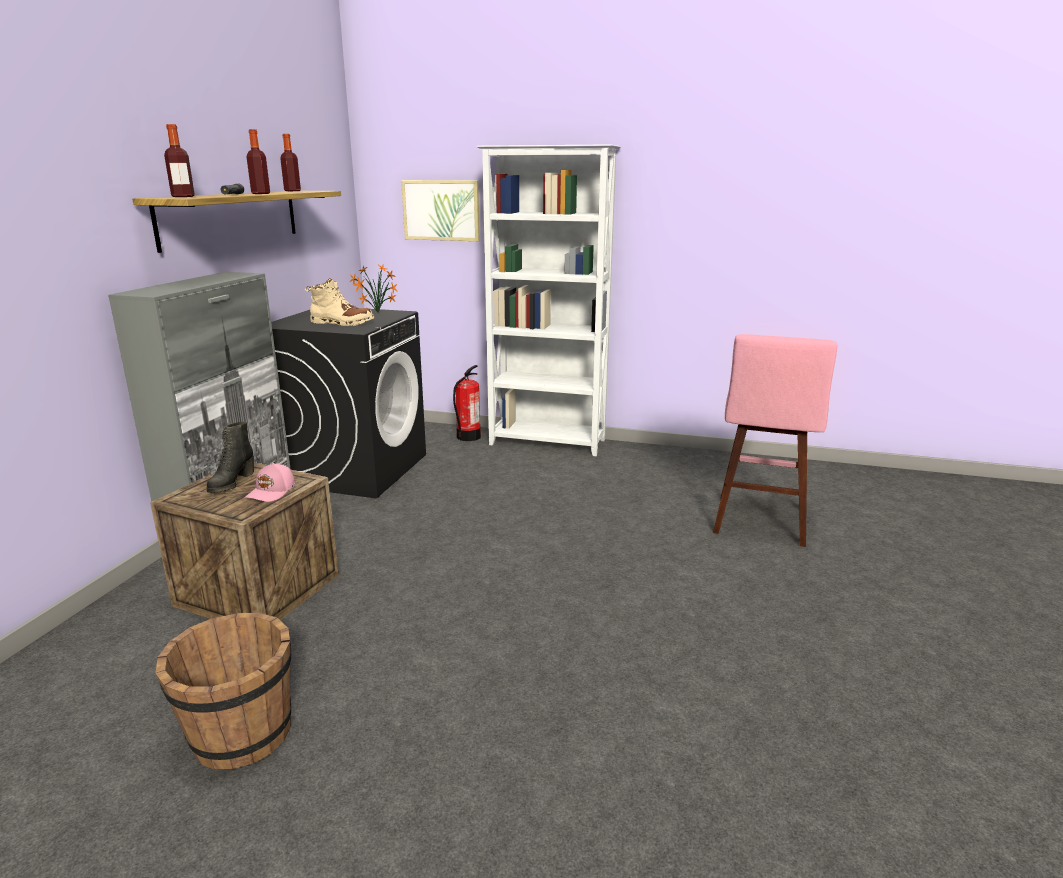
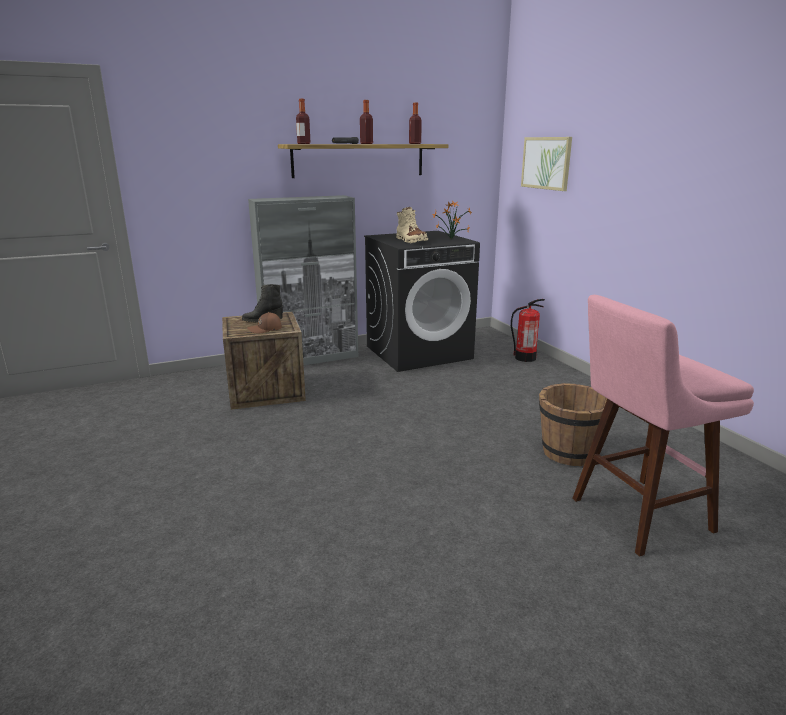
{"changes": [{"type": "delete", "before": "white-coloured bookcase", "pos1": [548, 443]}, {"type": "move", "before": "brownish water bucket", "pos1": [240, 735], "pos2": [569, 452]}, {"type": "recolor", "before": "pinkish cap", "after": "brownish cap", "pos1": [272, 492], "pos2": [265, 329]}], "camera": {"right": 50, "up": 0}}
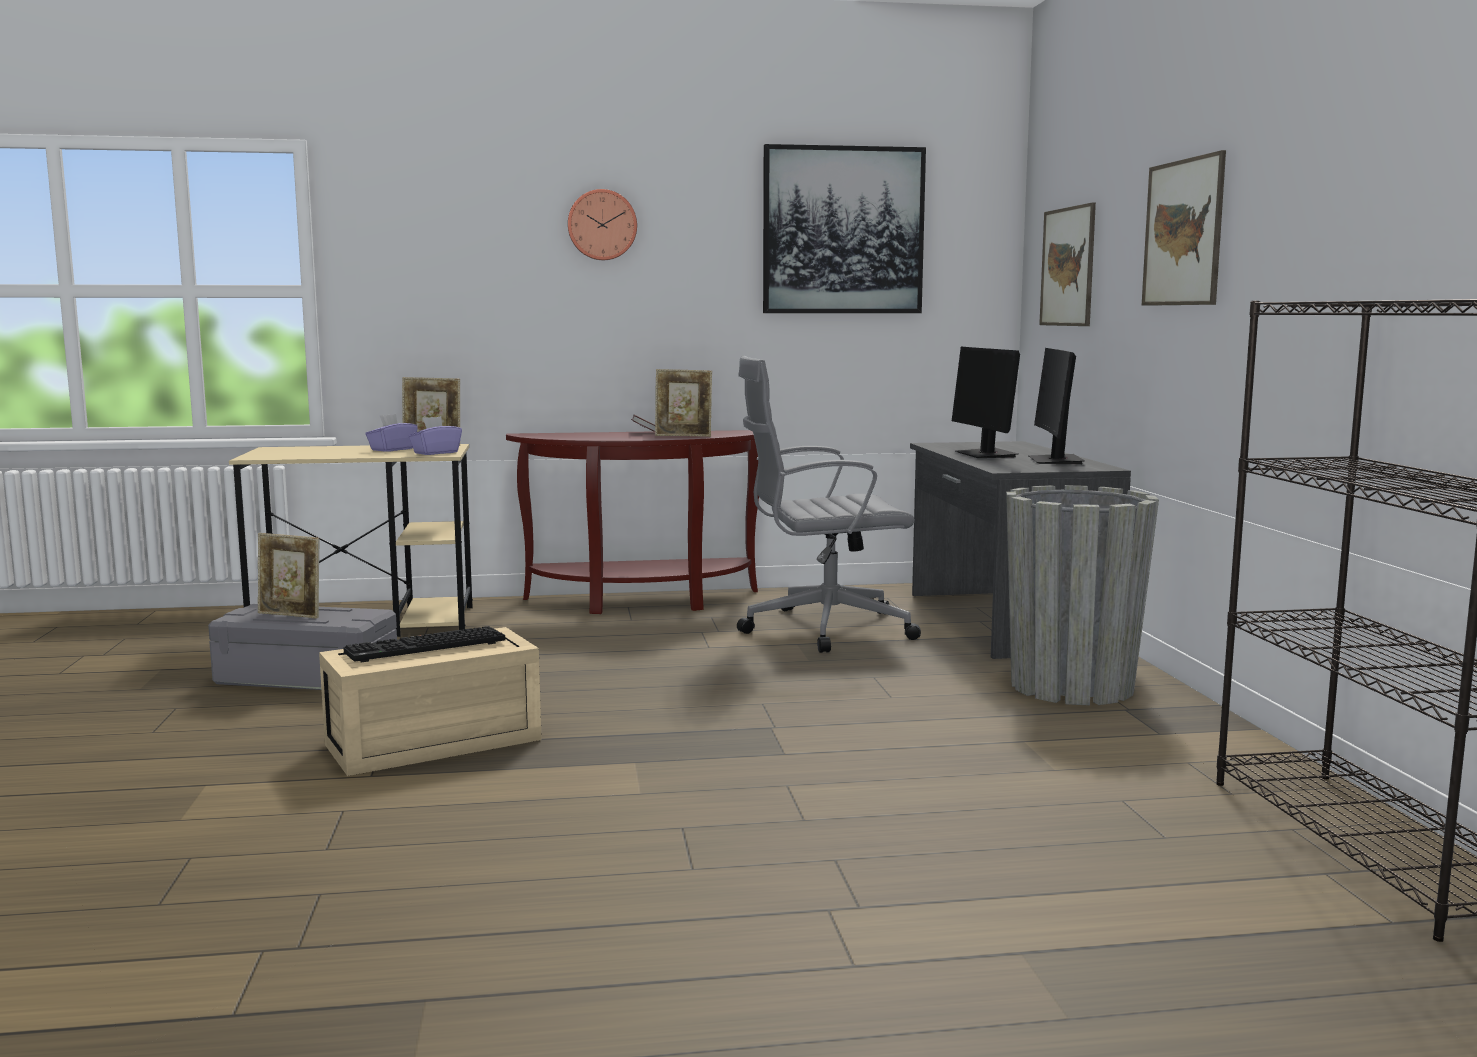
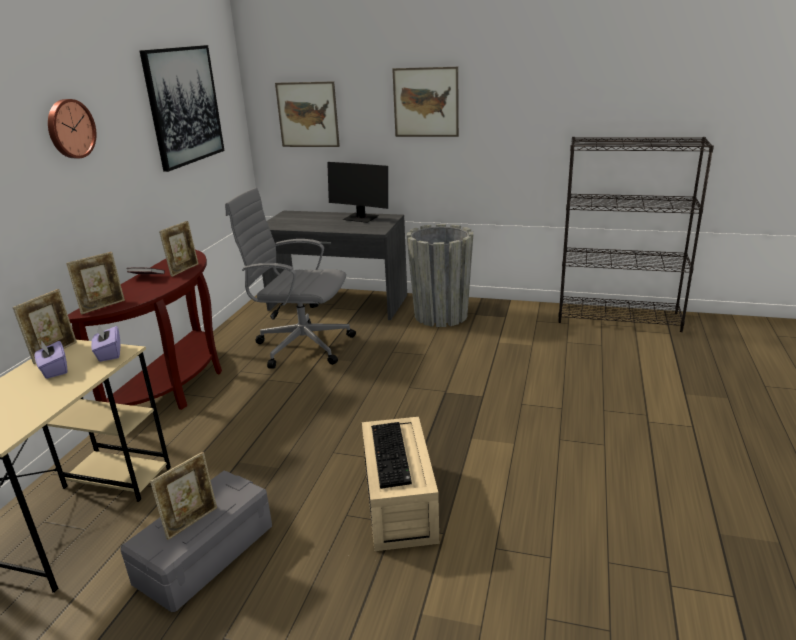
{"changes": [{"type": "delete", "before": "monitor", "pos1": [986, 454]}, {"type": "insert", "after": "picture frame", "pos2": [103, 306]}, {"type": "rotate", "before": "grey computer chair", "pos1": [822, 629], "pos2": [301, 346], "turn": 90}], "camera": {"right": -65, "up": 15}}
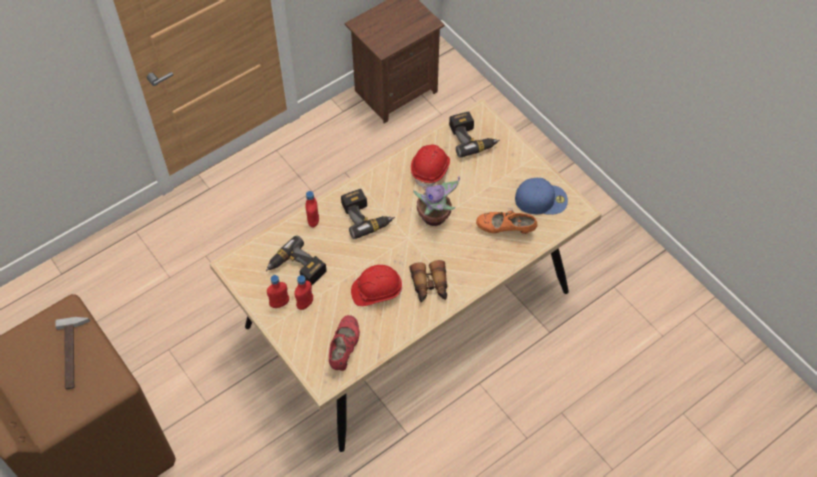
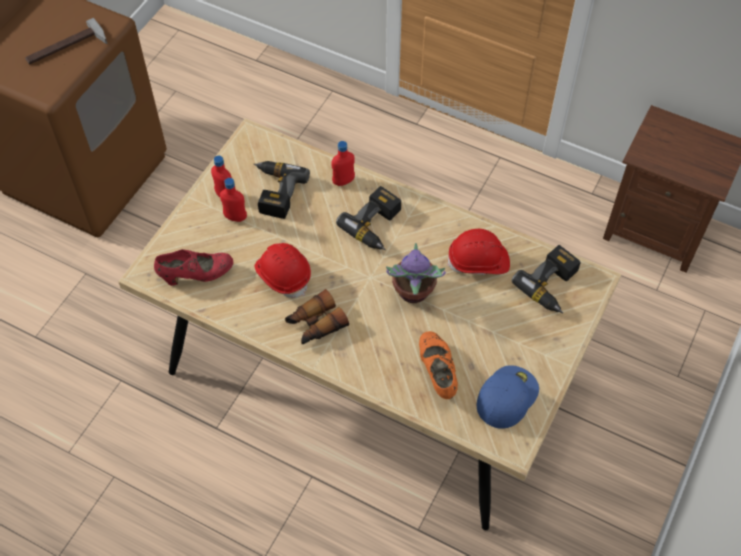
{"changes": [{"type": "rotate", "before": "blue-coloured cap", "pos1": [541, 199], "pos2": [506, 396], "turn": -120}], "camera": {"right": 65, "up": 0}}
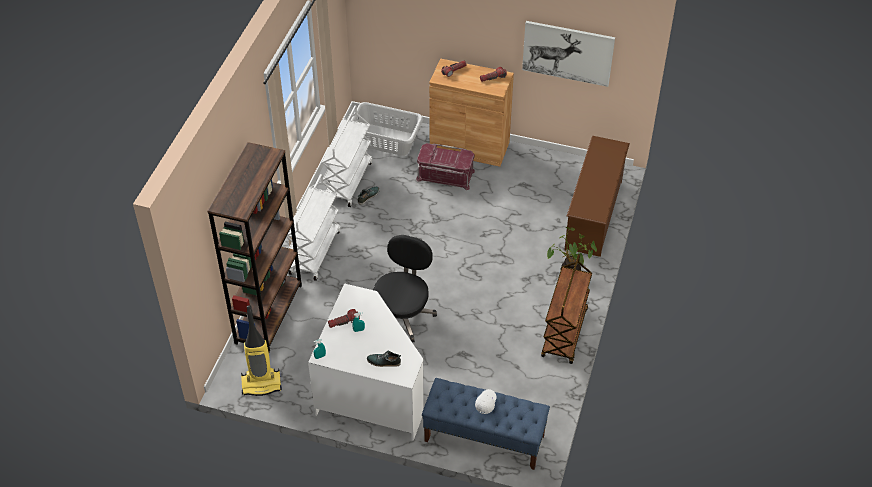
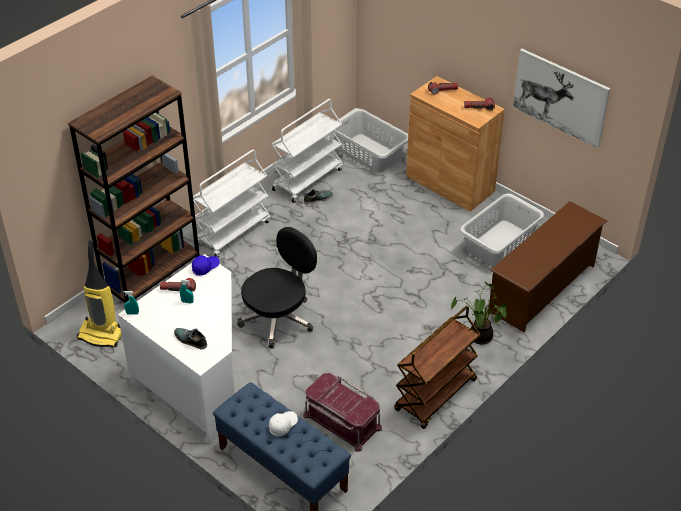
{"changes": [{"type": "insert", "after": "blue-coloured cap", "pos2": [205, 267]}, {"type": "insert", "after": "grey hamper", "pos2": [500, 243]}, {"type": "move", "before": "red-coloured storage box", "pos1": [445, 175], "pos2": [341, 422]}], "camera": {"right": 25, "up": -5}}
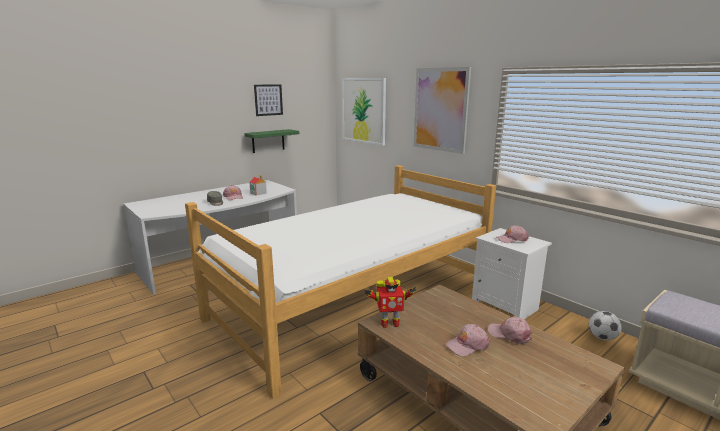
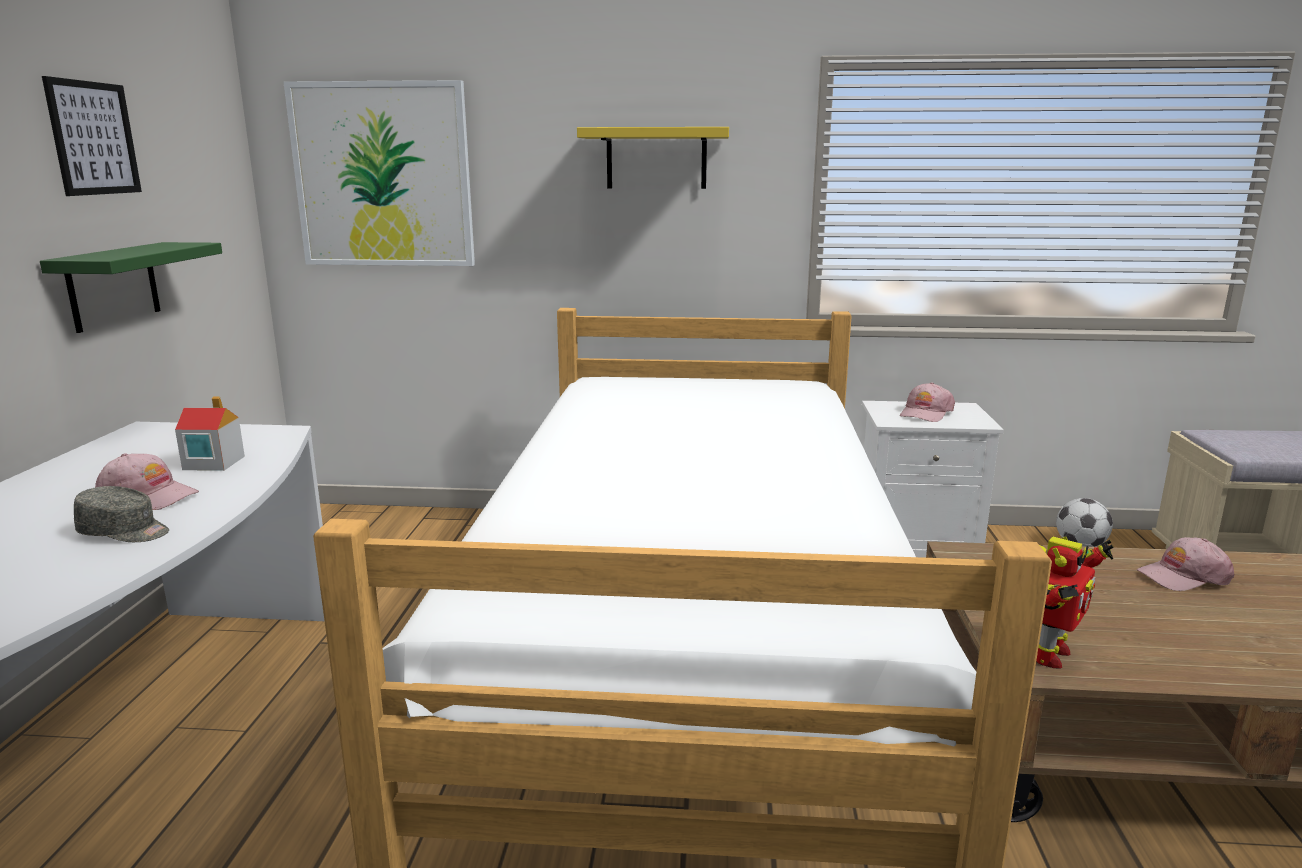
{"changes": [{"type": "delete", "before": "pinkish cap", "pos1": [467, 345]}, {"type": "replace", "before": "wall picture", "after": "yellow bracket shelf", "pos1": [440, 109], "pos2": [656, 158]}], "camera": {"right": -45, "up": 0}}
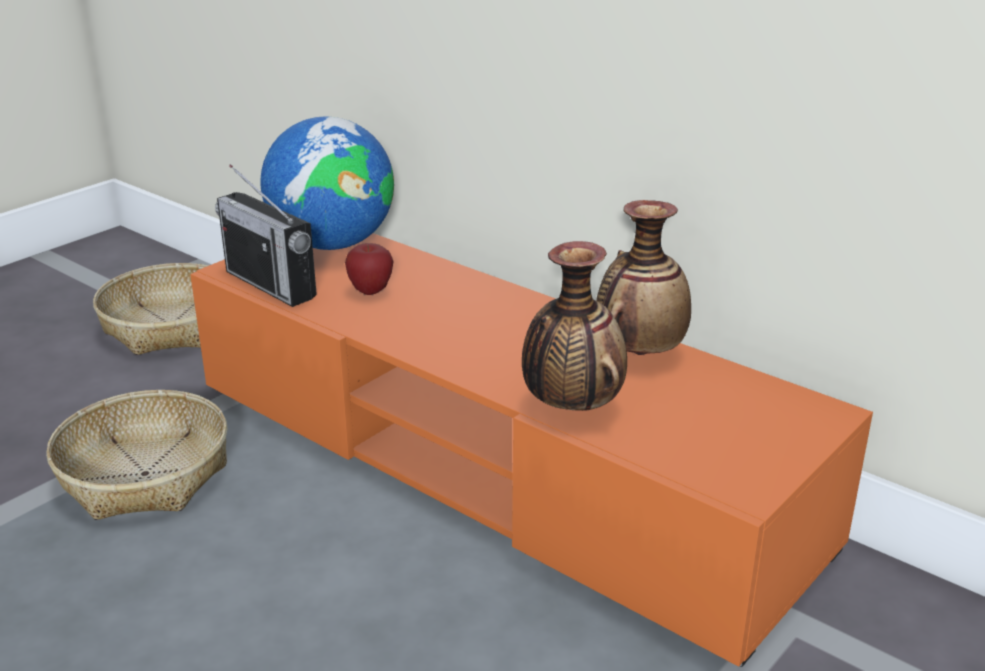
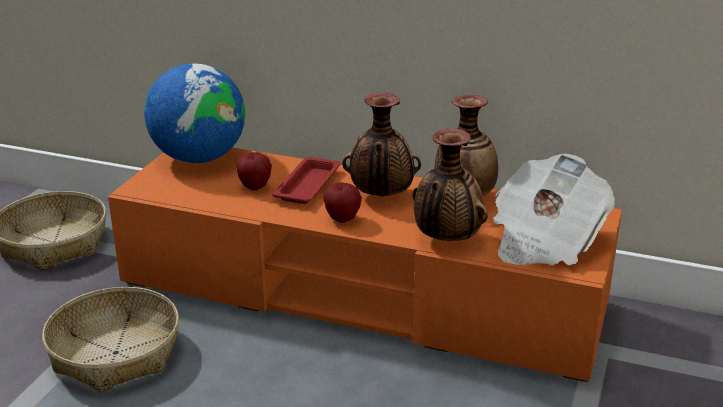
{"changes": [{"type": "delete", "before": "radio", "pos1": [270, 284]}, {"type": "insert", "after": "red-coloured tray", "pos2": [308, 185]}, {"type": "insert", "after": "apple", "pos2": [342, 219]}, {"type": "insert", "after": "vase", "pos2": [381, 196]}, {"type": "insert", "after": "newspaper", "pos2": [544, 240]}], "camera": {"right": -20, "up": 0}}
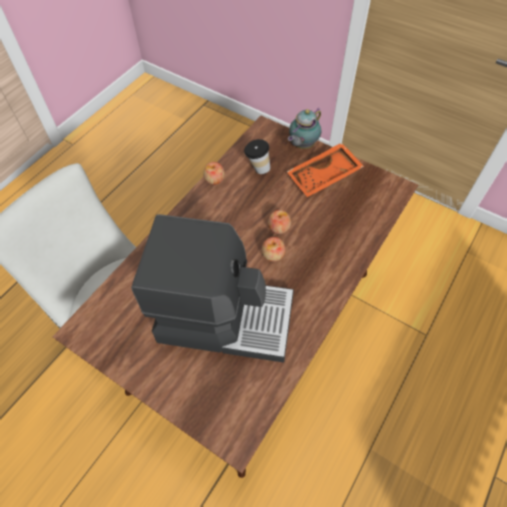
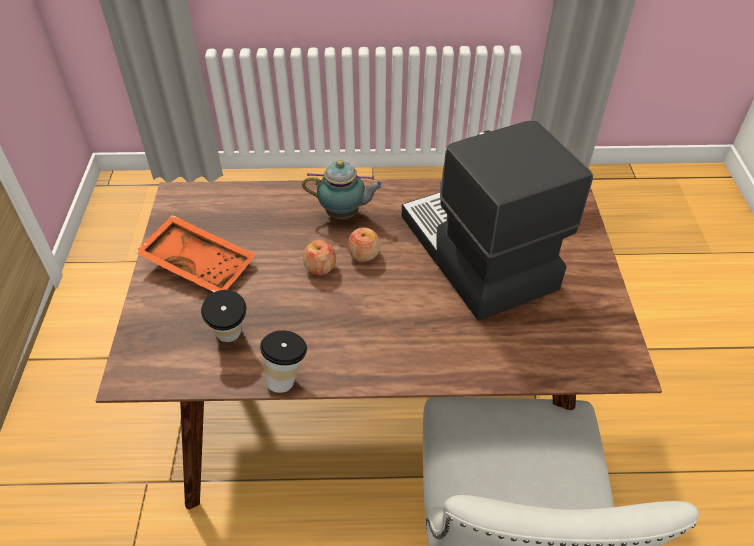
{"changes": [{"type": "move", "before": "tea pot", "pos1": [302, 145], "pos2": [344, 214]}, {"type": "replace", "before": "apple", "after": "small cup", "pos1": [214, 179], "pos2": [287, 378]}], "camera": {"right": -125, "up": -10}}
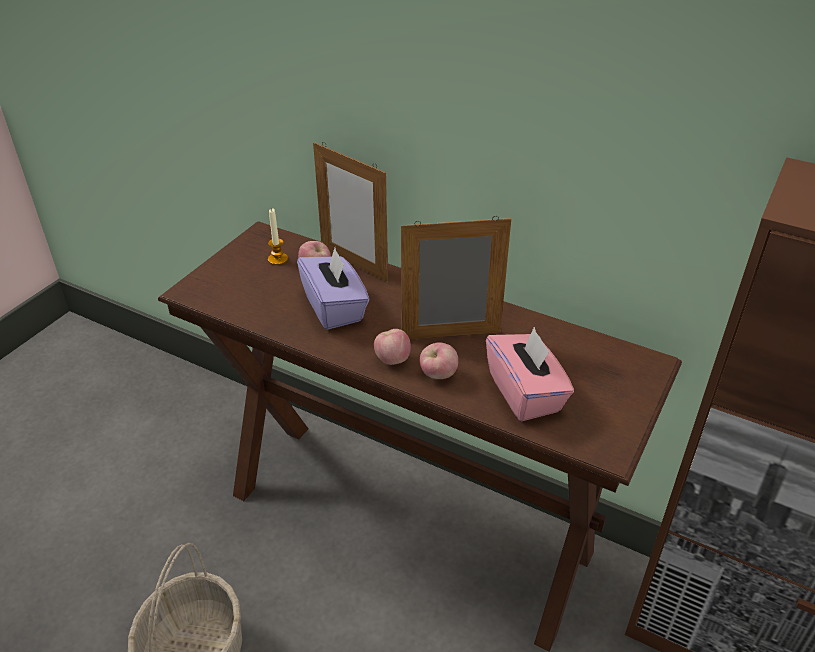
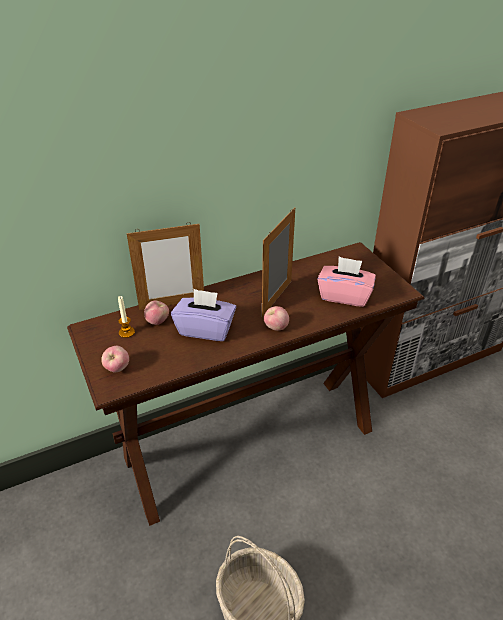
{"changes": [{"type": "move", "before": "apple", "pos1": [438, 375], "pos2": [117, 368]}], "camera": {"right": -55, "up": 0}}
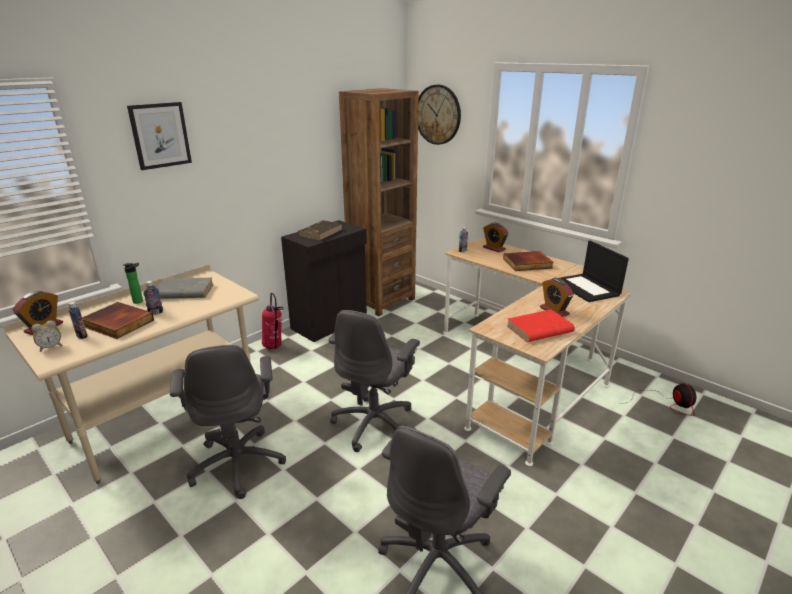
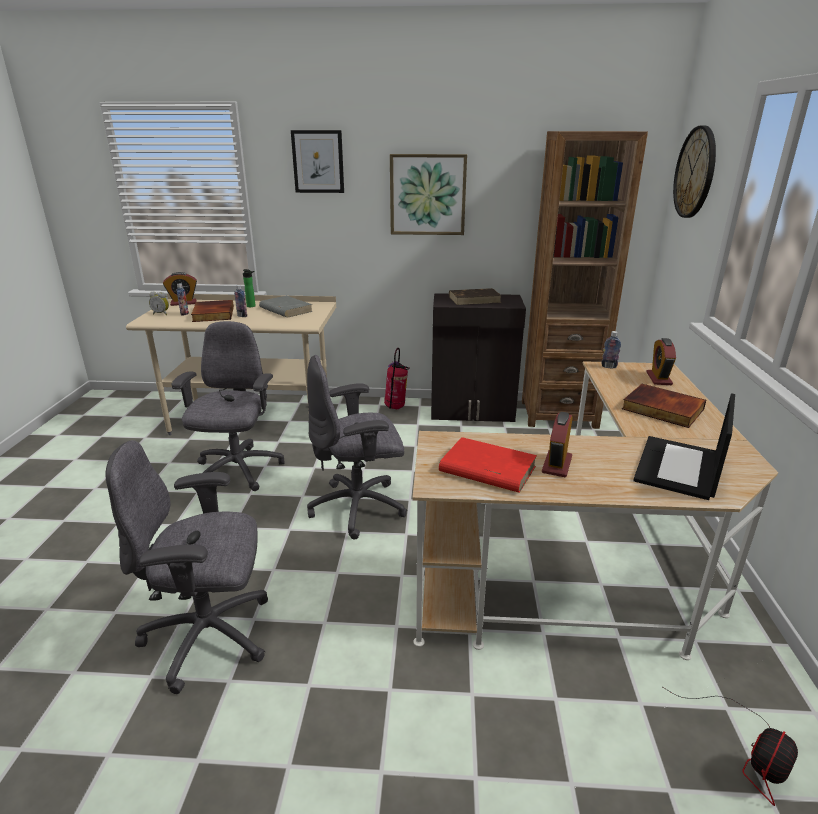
{"changes": [{"type": "insert", "after": "wall picture", "pos2": [427, 195]}, {"type": "rotate", "before": "grey computer chair", "pos1": [238, 463], "pos2": [237, 471], "turn": 150}], "camera": {"right": 50, "up": 0}}
